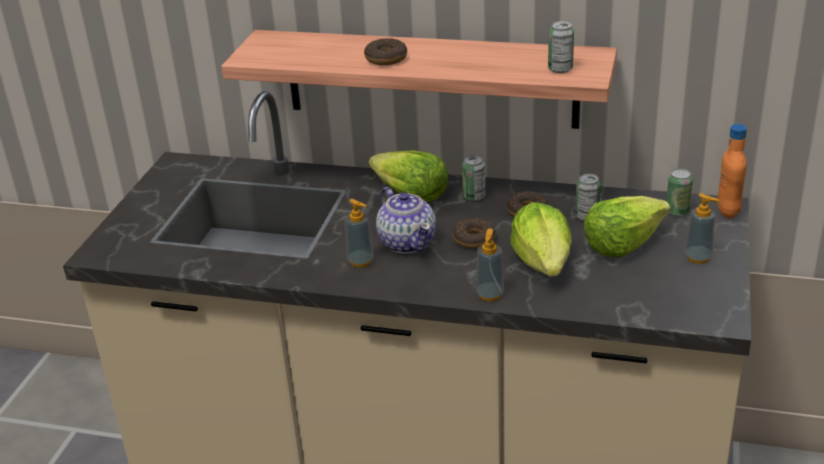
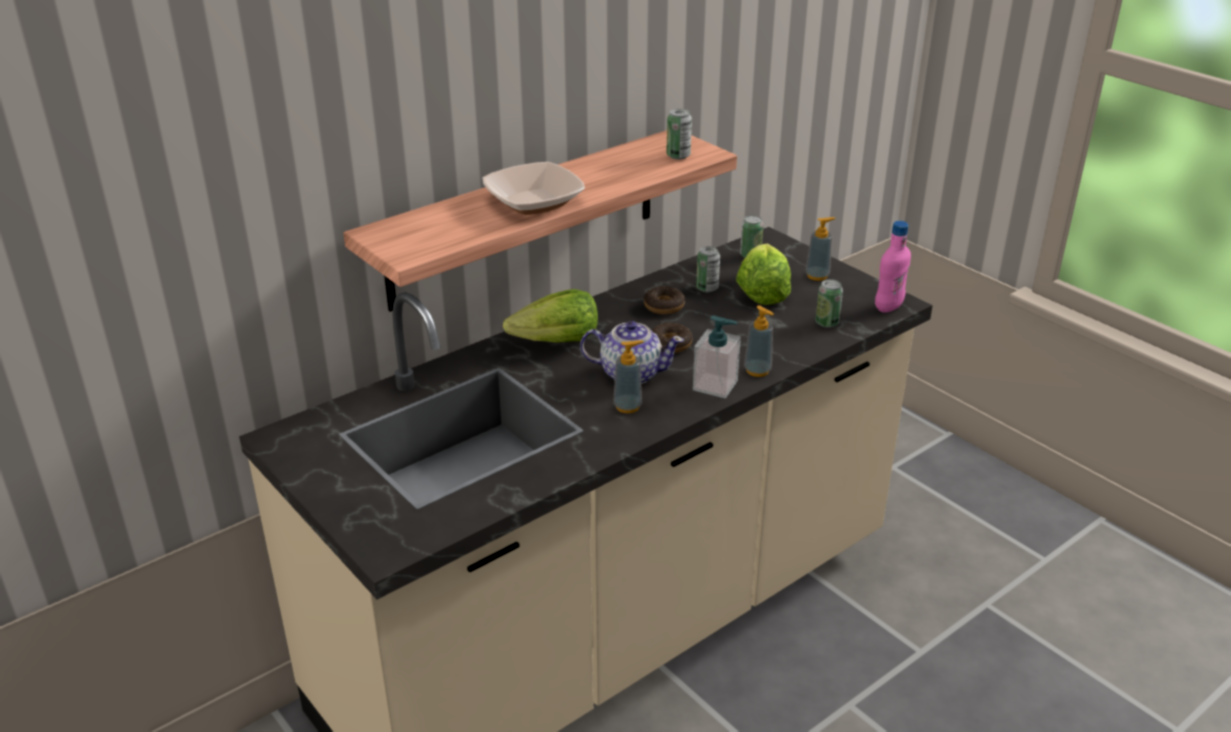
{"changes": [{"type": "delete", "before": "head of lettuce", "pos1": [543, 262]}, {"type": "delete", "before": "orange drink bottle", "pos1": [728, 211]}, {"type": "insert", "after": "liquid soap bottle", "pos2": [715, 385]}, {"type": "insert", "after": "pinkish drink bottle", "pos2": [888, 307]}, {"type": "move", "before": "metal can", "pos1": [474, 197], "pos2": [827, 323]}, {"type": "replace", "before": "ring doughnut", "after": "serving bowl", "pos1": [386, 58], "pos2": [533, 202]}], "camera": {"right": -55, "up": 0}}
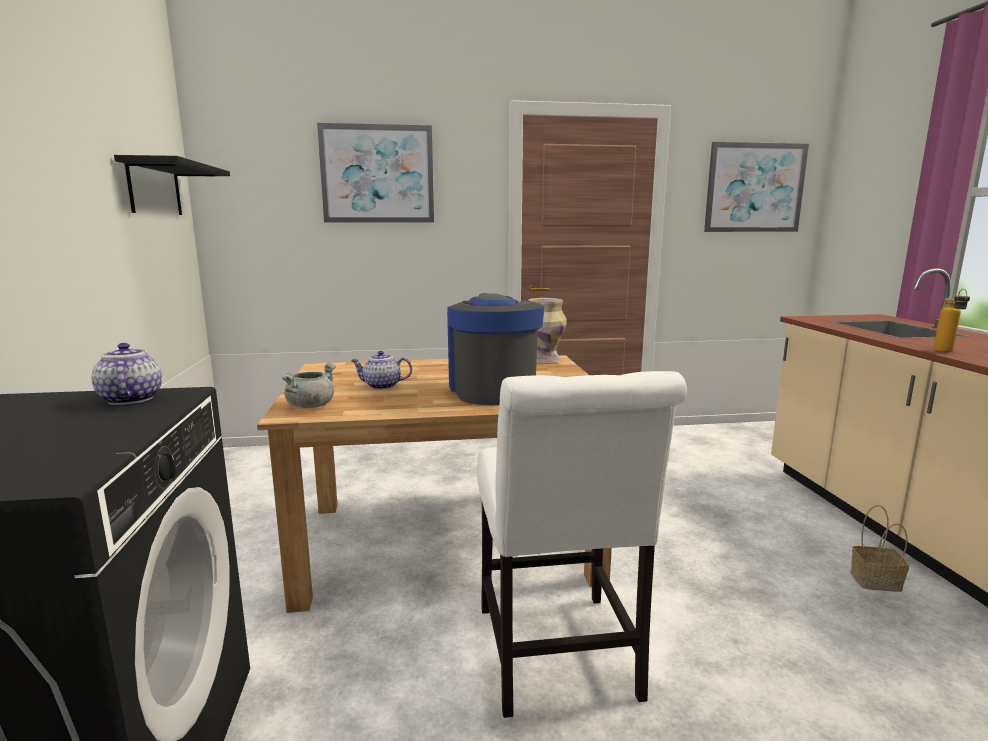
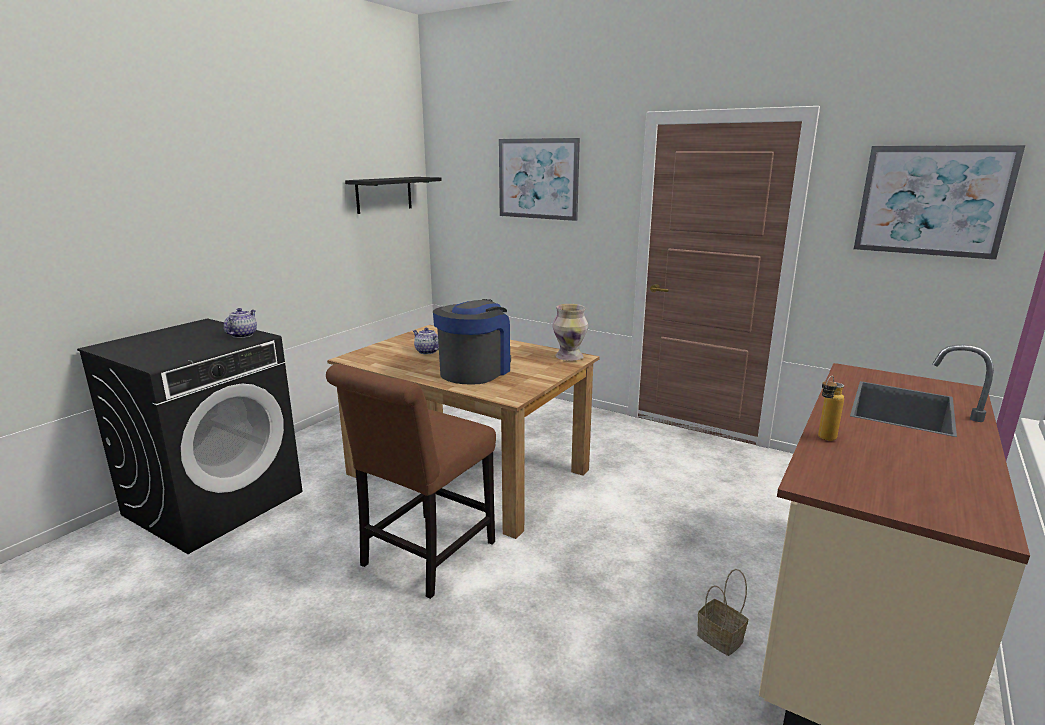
{"changes": [{"type": "delete", "before": "grey saucepot", "pos1": [310, 406]}, {"type": "recolor", "before": "white-coloured upright chair", "after": "brownish upright chair", "pos1": [558, 659], "pos2": [423, 557]}], "camera": {"right": 40, "up": 5}}
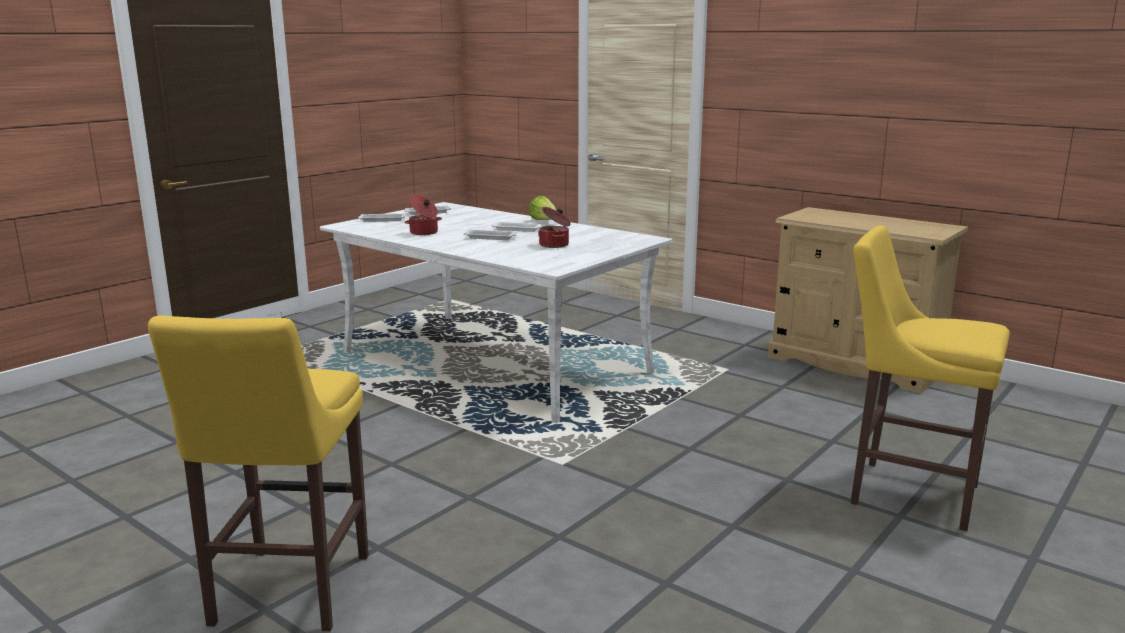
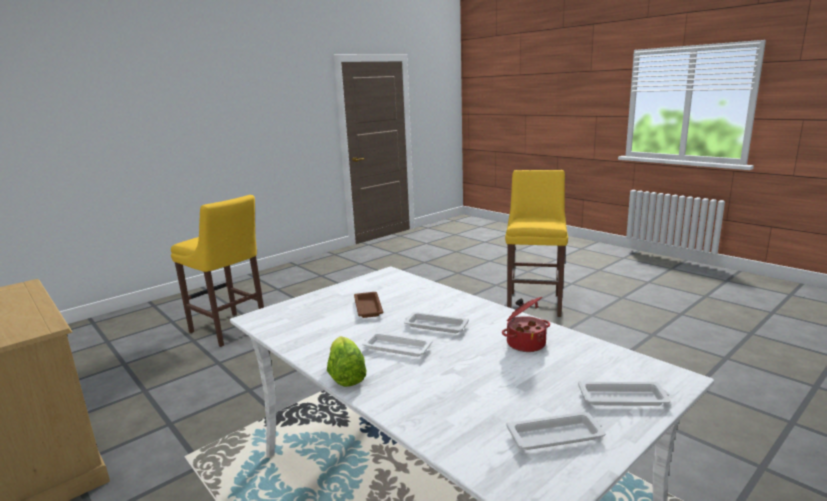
{"changes": [{"type": "replace", "before": "saucepot", "after": "brownish tray", "pos1": [555, 245], "pos2": [368, 307]}], "camera": {"right": -170, "up": 0}}
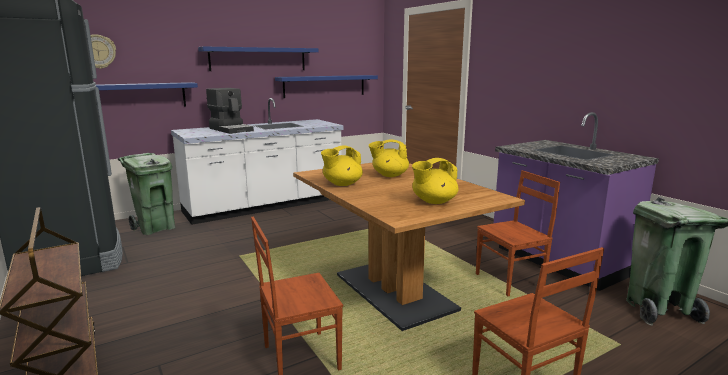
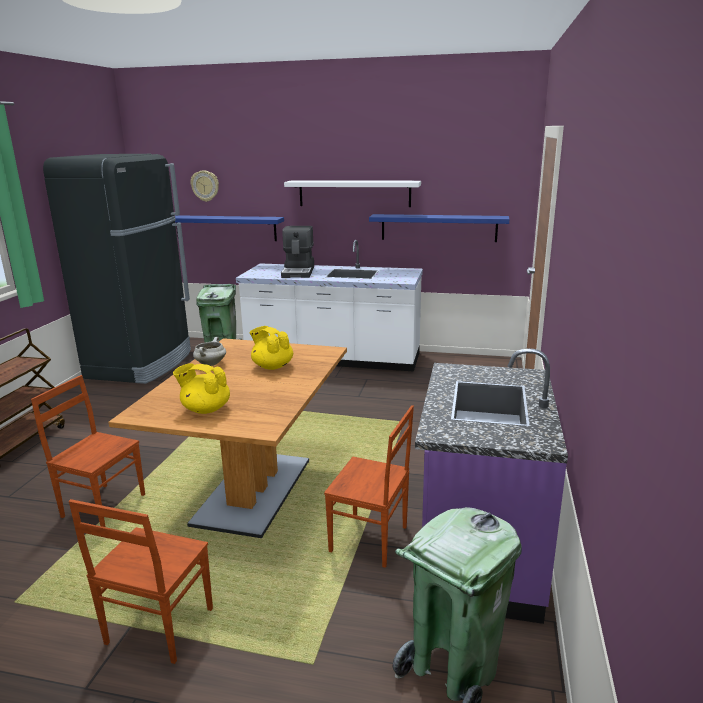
{"changes": [{"type": "replace", "before": "yellow tea pot", "after": "white-coloured saucepot", "pos1": [342, 184], "pos2": [210, 364]}, {"type": "recolor", "before": "blue-coloured bracket shelf", "after": "white-coloured bracket shelf", "pos1": [258, 59], "pos2": [354, 193]}], "camera": {"right": 45, "up": 5}}
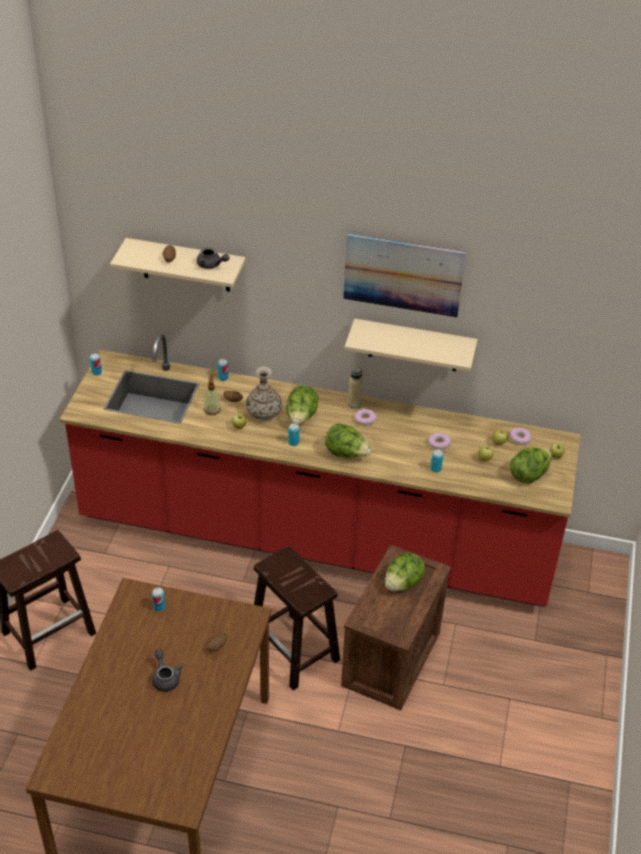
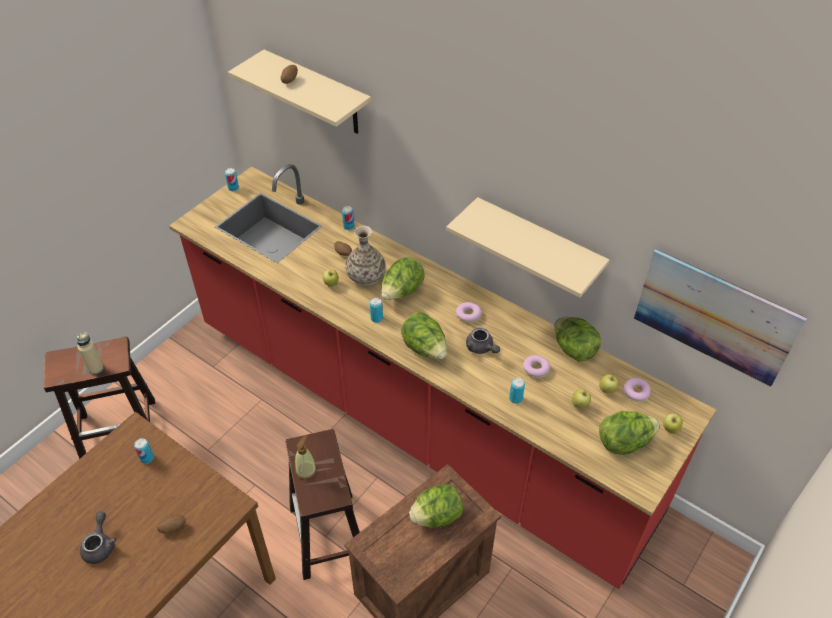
{"changes": [{"type": "insert", "after": "head of lettuce", "pos2": [573, 350]}, {"type": "move", "before": "grey tea pot", "pos1": [211, 265], "pos2": [481, 348]}, {"type": "move", "before": "liquid soap bottle", "pos1": [212, 409], "pos2": [306, 470]}, {"type": "move", "before": "wall picture", "pos1": [403, 274], "pos2": [714, 316]}, {"type": "move", "before": "beige-coloured drink bottle", "pos1": [354, 404], "pos2": [96, 368]}], "camera": {"right": 25, "up": 5}}
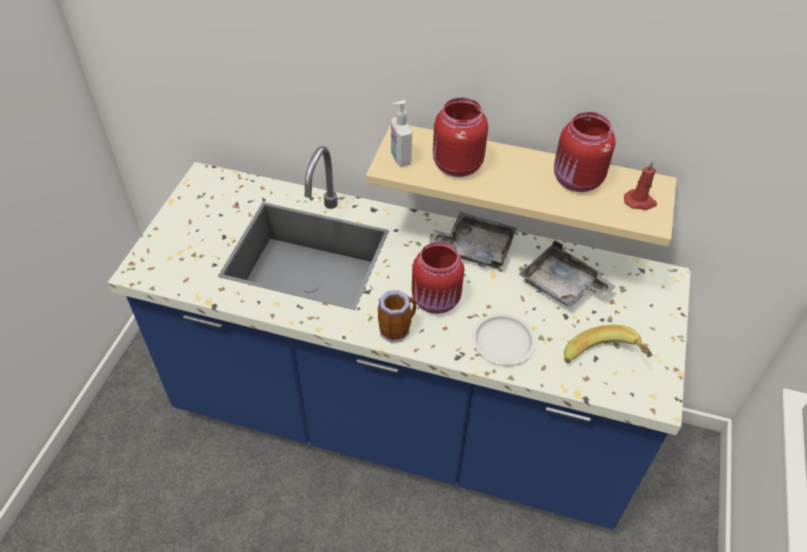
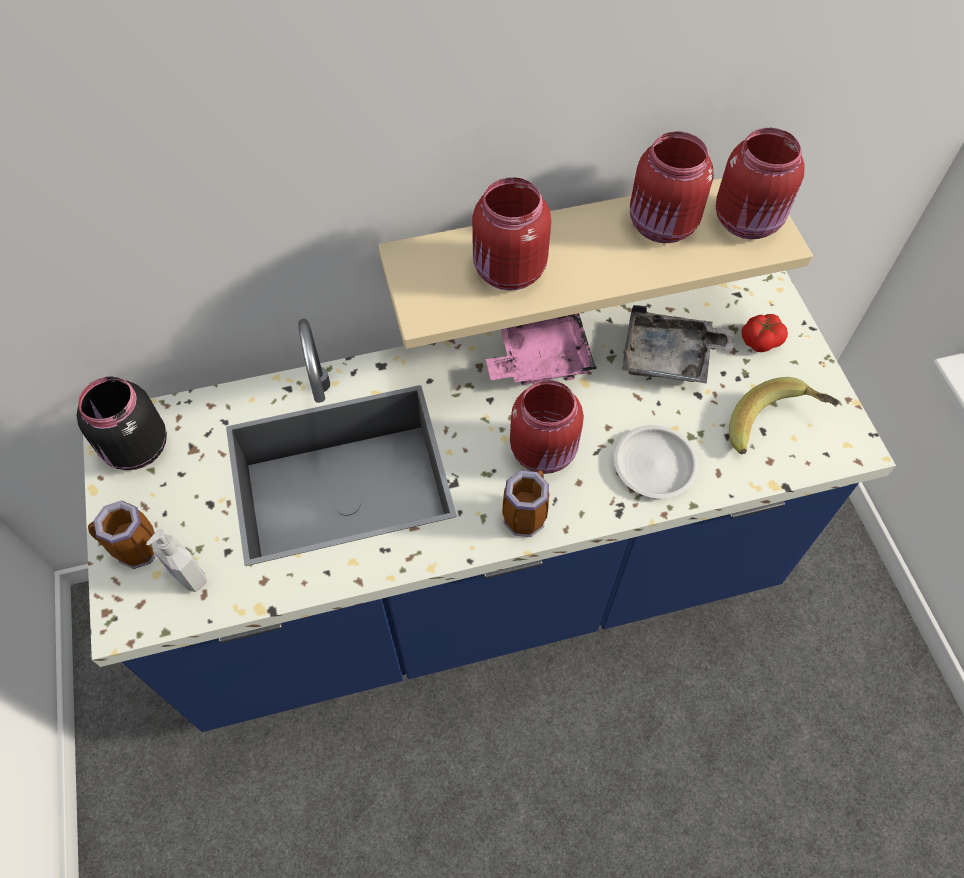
{"changes": [{"type": "insert", "after": "black jar", "pos2": [136, 449]}, {"type": "insert", "after": "coffee mug", "pos2": [134, 551]}, {"type": "insert", "after": "whole tomato", "pos2": [760, 340]}, {"type": "move", "before": "liquid soap bottle", "pos1": [400, 158], "pos2": [187, 576]}, {"type": "replace", "before": "red-coloured wax light", "after": "red-coloured jar", "pos1": [640, 202], "pos2": [749, 222]}, {"type": "recolor", "before": "grey tray", "after": "pinkish tray", "pos1": [475, 248], "pos2": [540, 358]}], "camera": {"right": -30, "up": 10}}
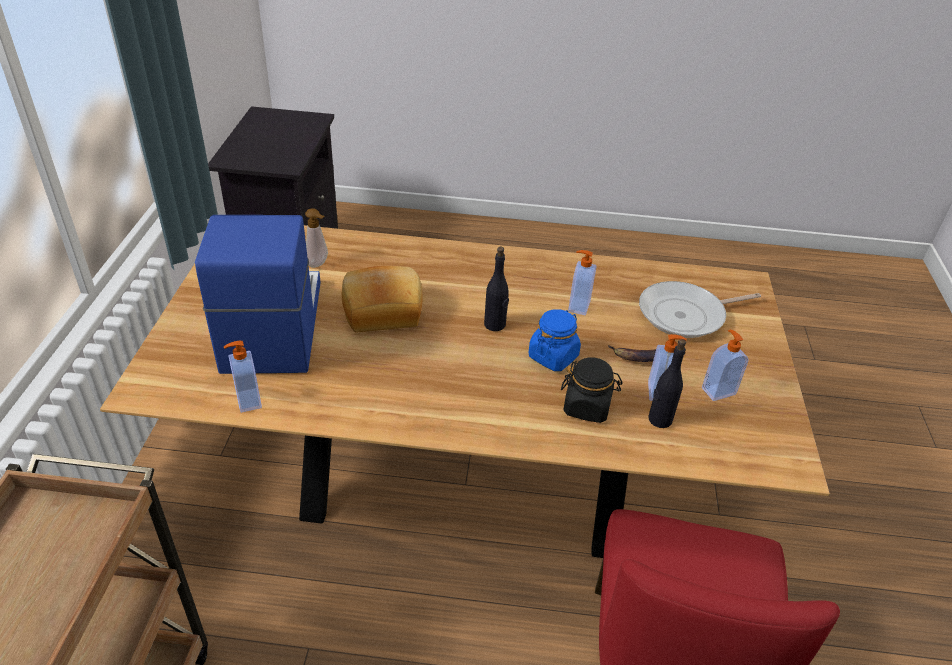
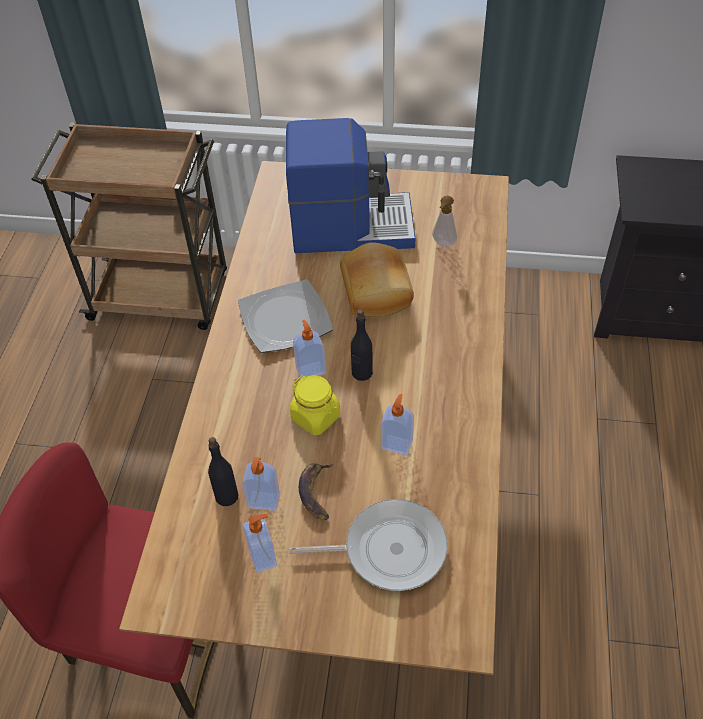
{"changes": [{"type": "delete", "before": "black jar", "pos1": [587, 407]}, {"type": "insert", "after": "flat dish", "pos2": [285, 318]}, {"type": "move", "before": "liquid soap bottle", "pos1": [247, 401], "pos2": [310, 370]}, {"type": "recolor", "before": "blue-coloured jar", "after": "yellow jar", "pos1": [553, 356], "pos2": [316, 417]}, {"type": "rotate", "before": "frying pan", "pos1": [686, 315], "pos2": [388, 549], "turn": 105}], "camera": {"right": 95, "up": 10}}
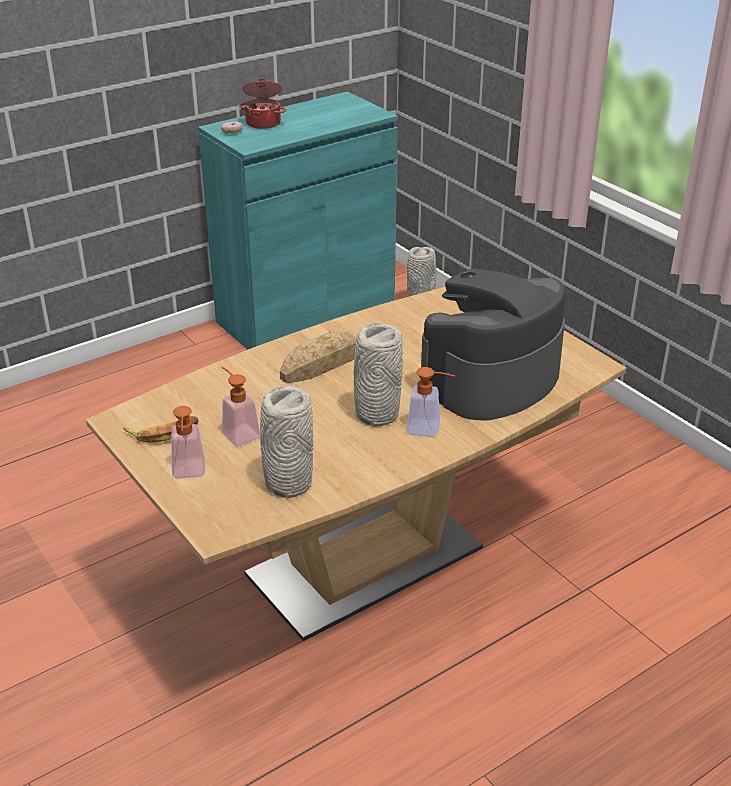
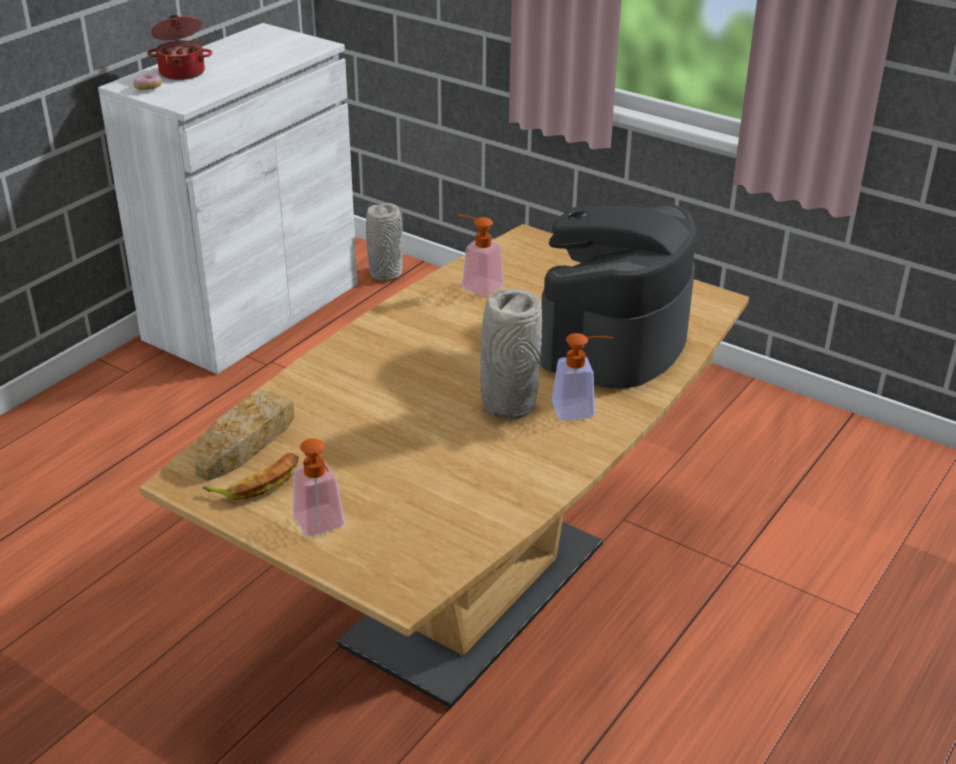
{"changes": [{"type": "delete", "before": "grey vase", "pos1": [287, 484]}, {"type": "move", "before": "liquid soap bottle", "pos1": [237, 432], "pos2": [476, 285]}, {"type": "move", "before": "bakery bread", "pos1": [321, 364], "pos2": [246, 442]}, {"type": "recolor", "before": "turquoise-coloured cupboard", "after": "white-coloured cupboard", "pos1": [306, 315], "pos2": [253, 311]}], "camera": {"right": -20, "up": 0}}
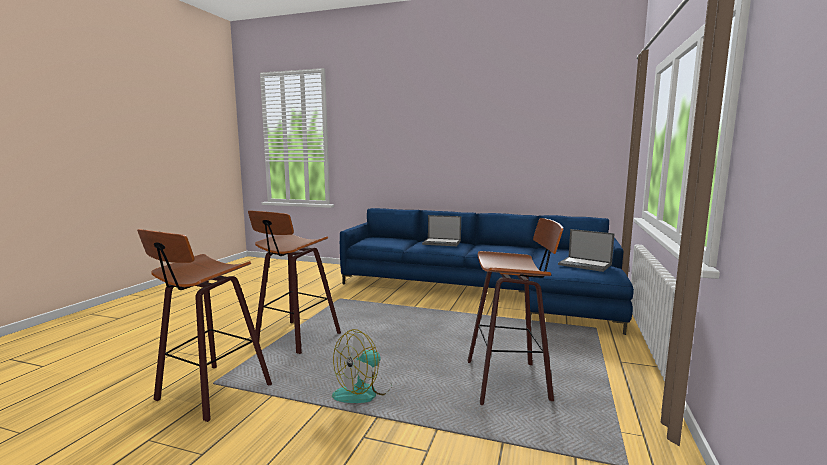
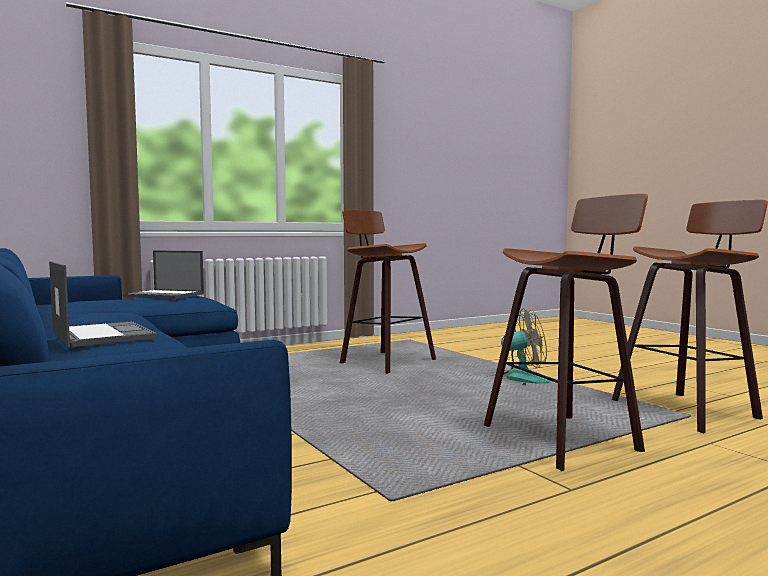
{"changes": [{"type": "rotate", "before": "notebook computer", "pos1": [585, 264], "pos2": [165, 295], "turn": 120}], "camera": {"right": -140, "up": -5}}
